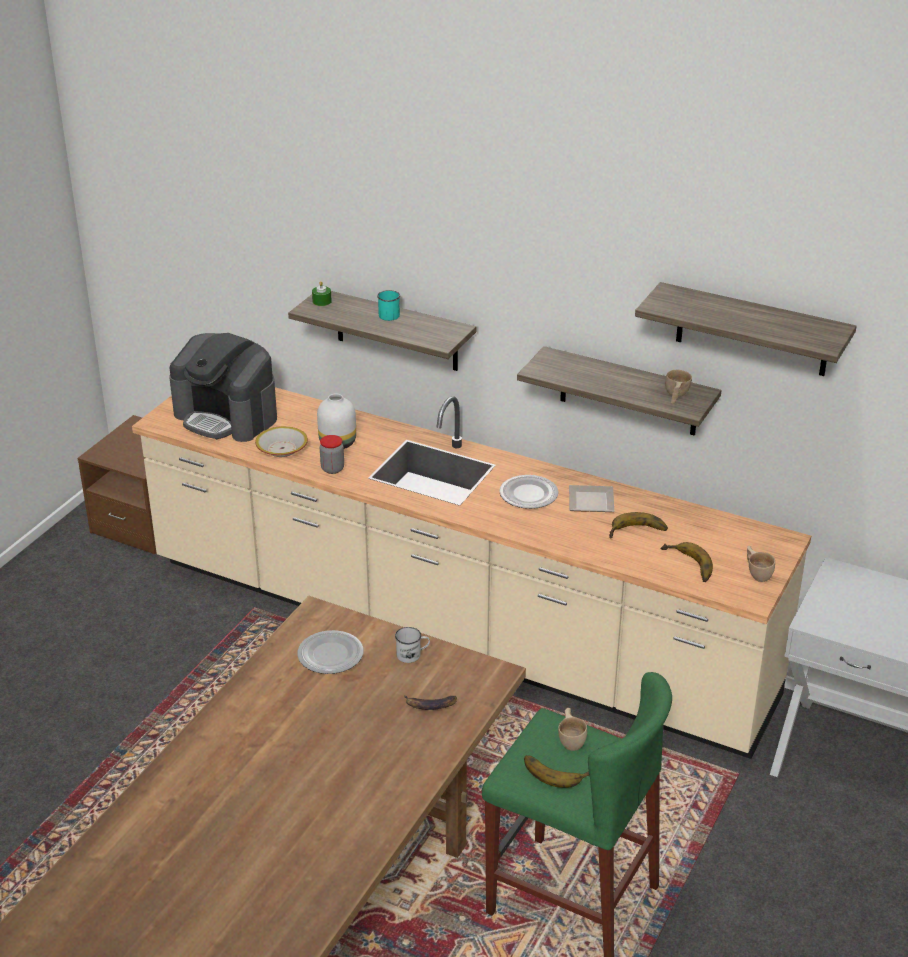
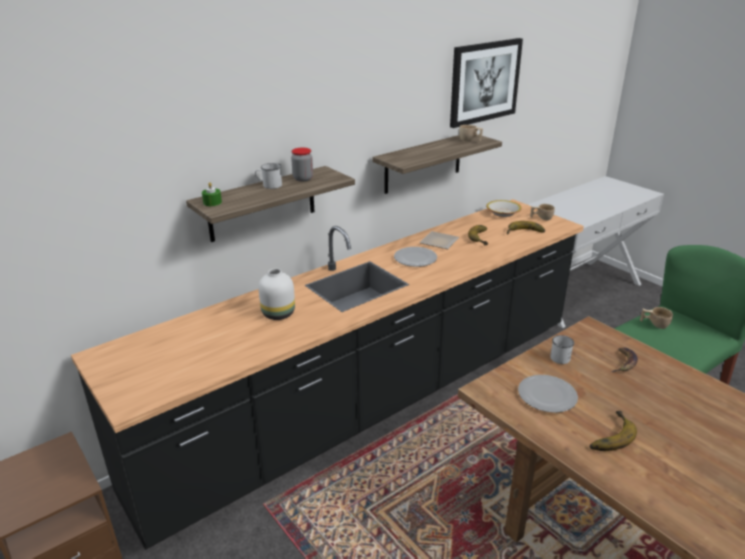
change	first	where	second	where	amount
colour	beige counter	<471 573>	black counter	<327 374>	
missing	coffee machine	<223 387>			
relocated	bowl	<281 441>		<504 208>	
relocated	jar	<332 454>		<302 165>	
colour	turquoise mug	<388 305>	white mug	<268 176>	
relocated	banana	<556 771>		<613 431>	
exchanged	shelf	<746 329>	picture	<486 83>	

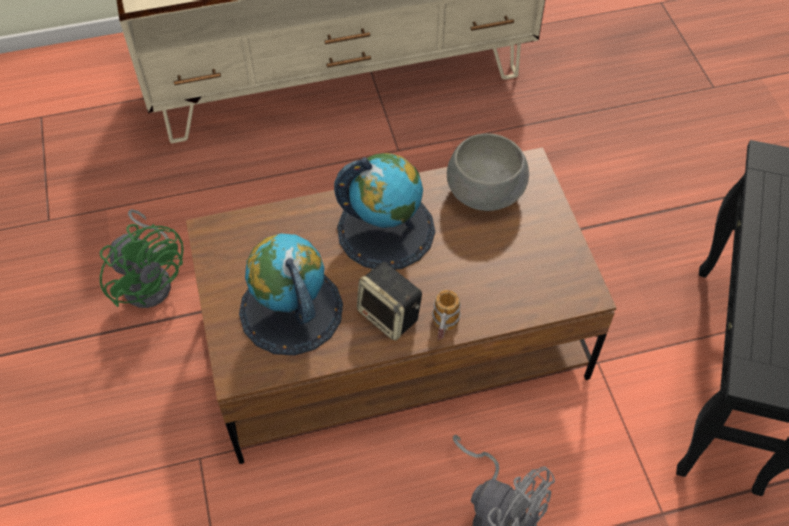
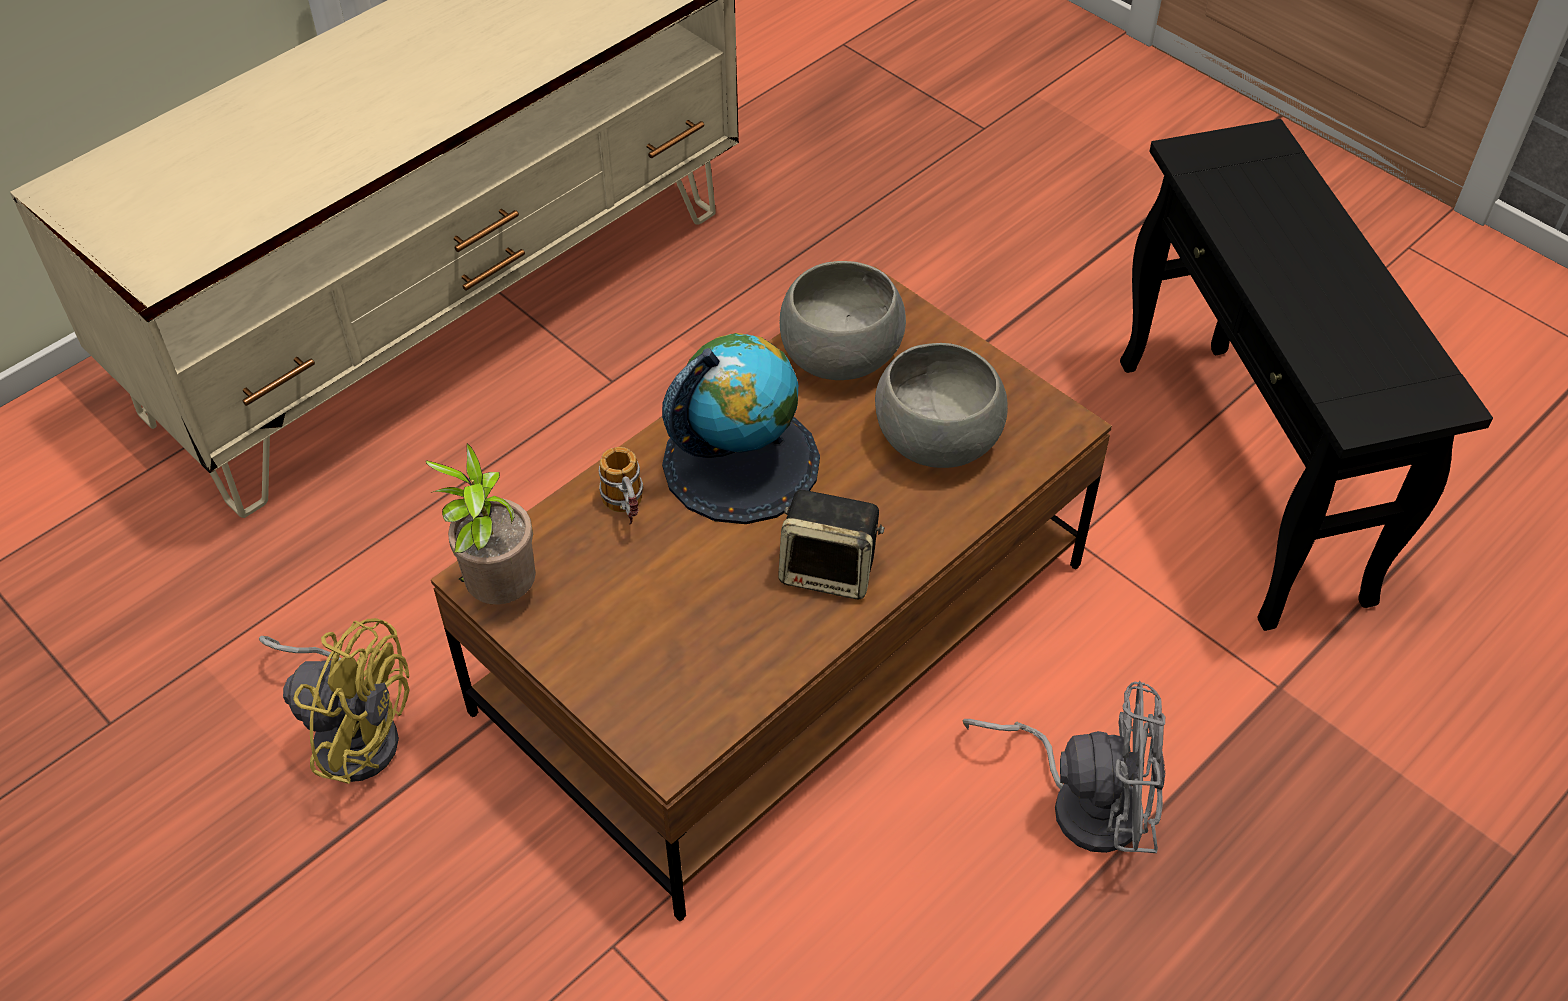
change	first	where	second	where	amount
colour	green fan	<142 258>	yellow fan	<334 701>	
missing	globe	<291 294>			
relocated	mug	<446 315>		<620 485>	
appeared			potted plant	<481 524>	
appeared			grey bowl	<941 405>	

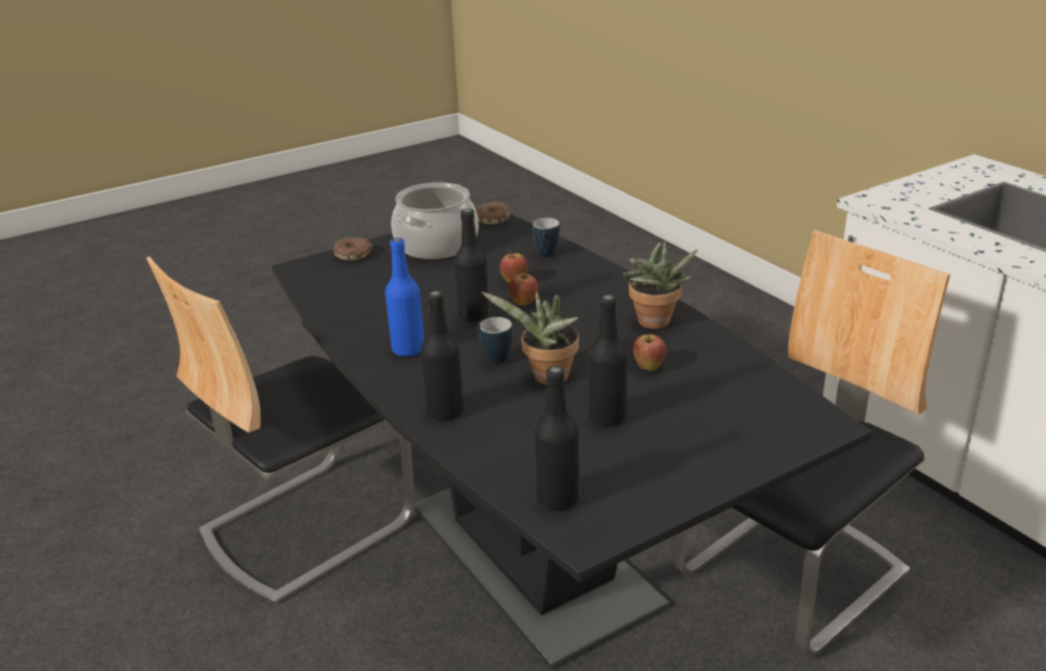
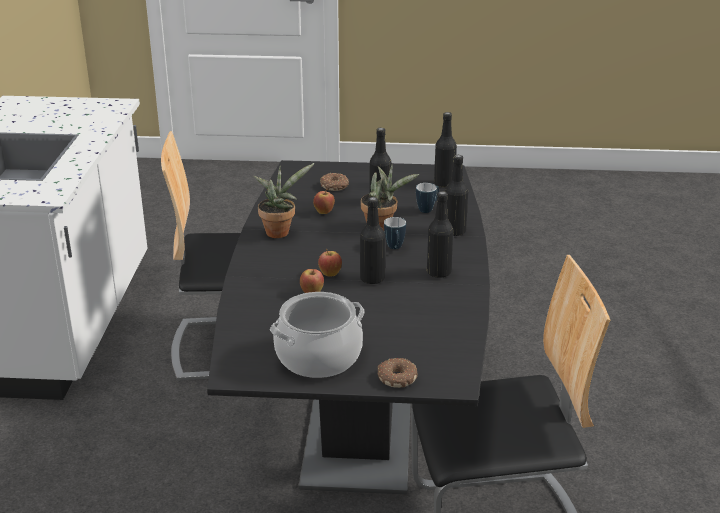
change	first	where	second	where	amount
colour	blue bottle	<404 297>	black bottle	<440 234>	
relocated	donut	<493 213>		<334 182>	
relocated	mug	<546 237>		<427 198>	

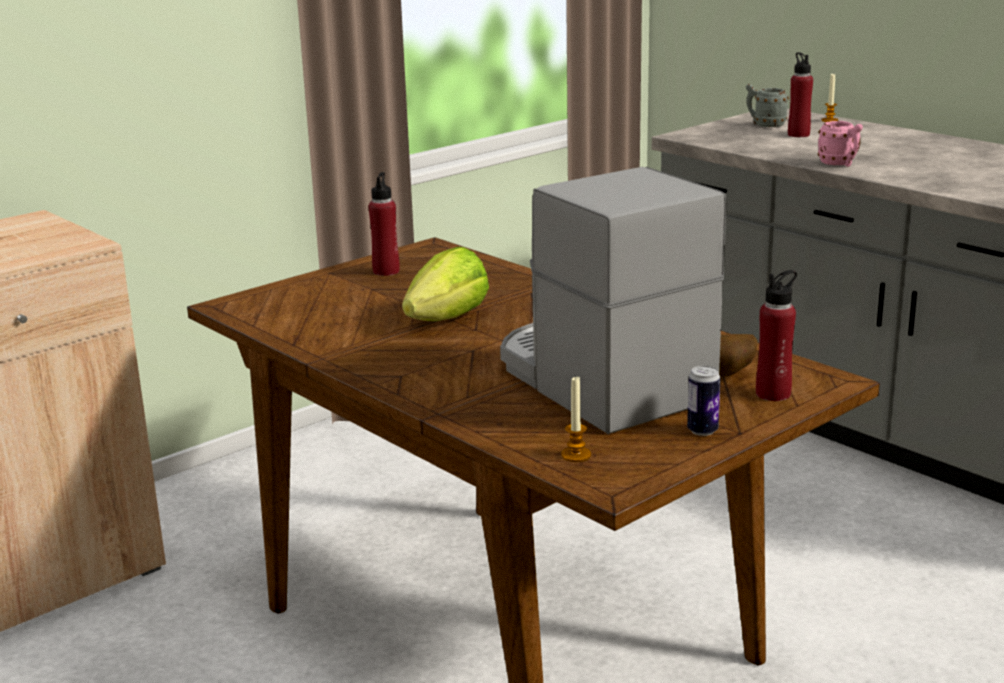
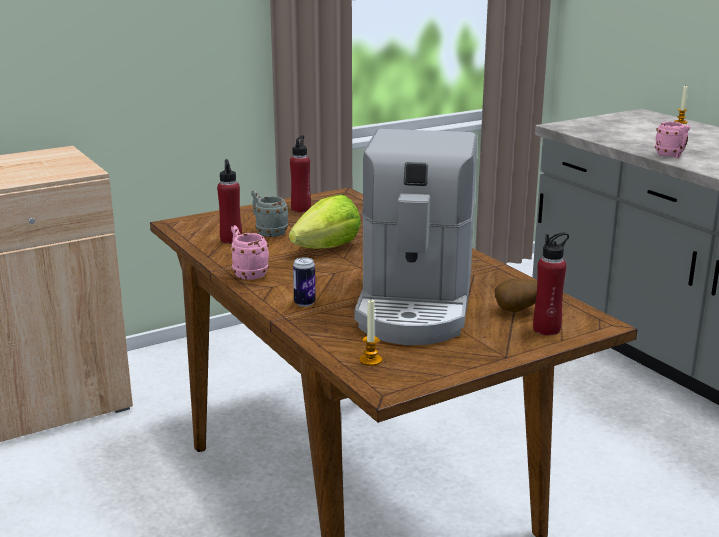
change	first	where	second	where	amount
spun	coffee machine	<613 300>		<416 237>	150 degrees counterclockwise
relocated	can	<703 401>		<304 282>	
relocated	grey mug	<767 105>		<269 213>	
relocated	red bottle	<800 94>		<229 201>	
appeared			pink mug	<249 253>	

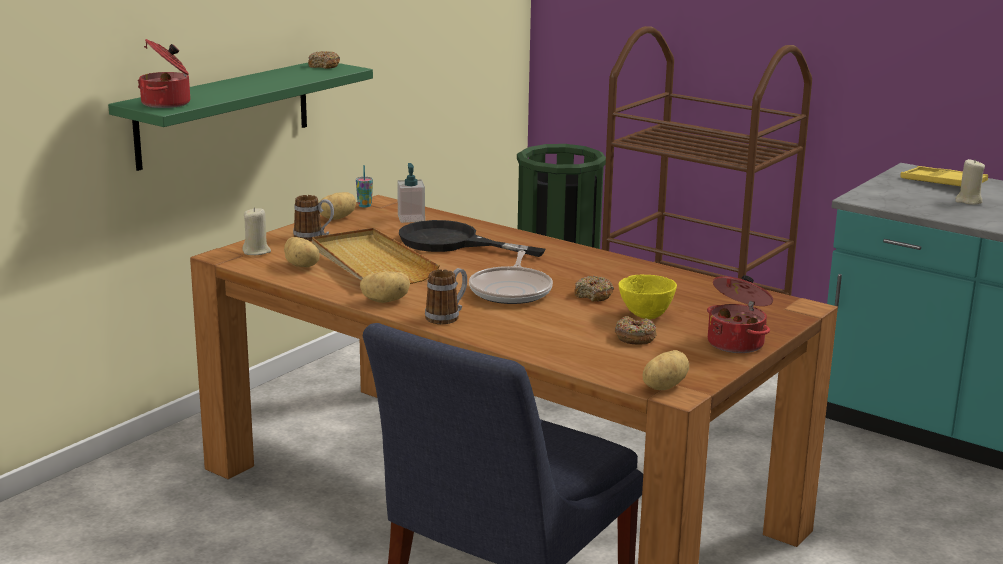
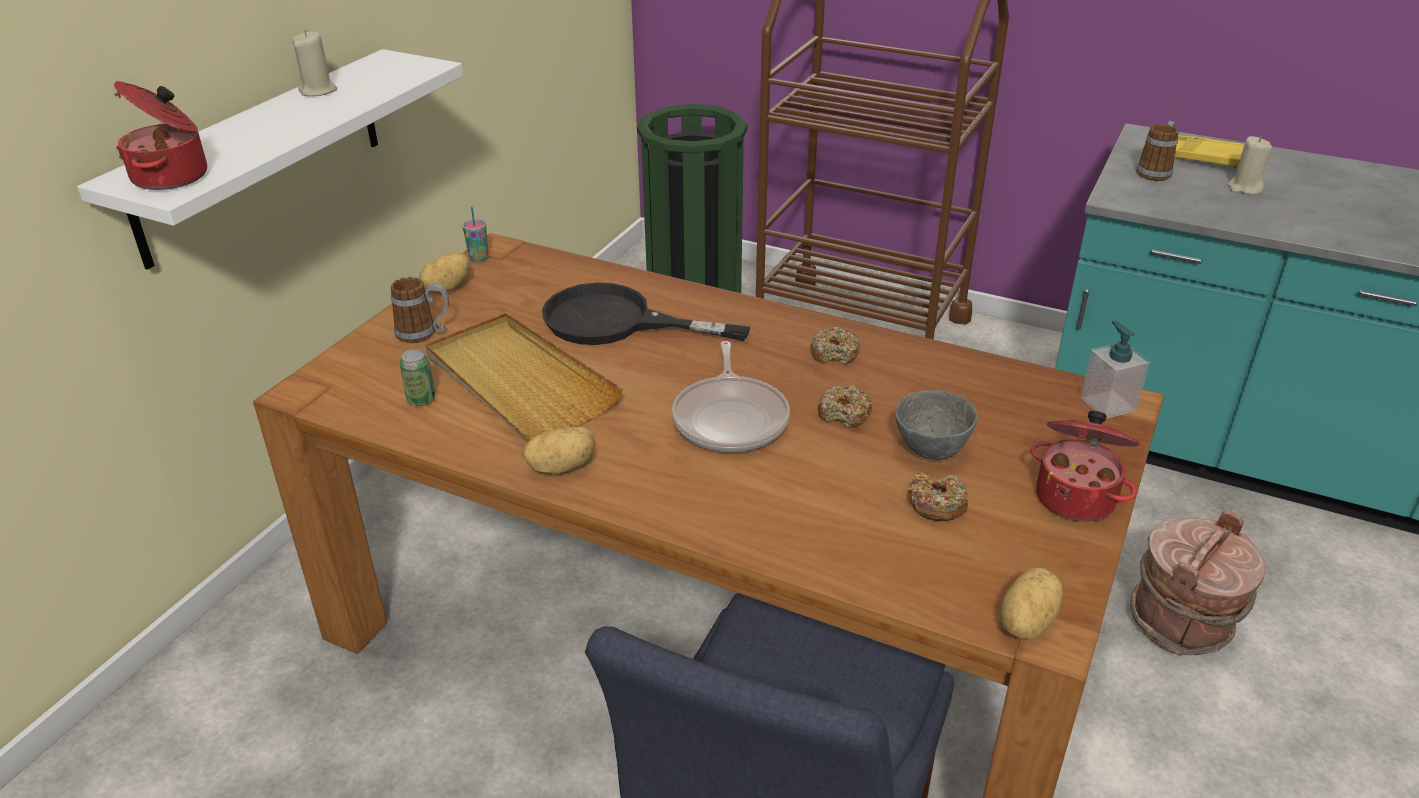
change	first	where	second	where	amount
colour	green shelf	<240 117>	white shelf	<270 159>	
relocated	beige candle	<256 231>		<314 63>	
exchanged	potato	<302 252>	can	<417 377>	
relocated	donut	<324 60>		<835 346>	
relocated	soap dispenser	<411 193>		<1115 369>	
relocated	mug	<446 296>		<1157 151>	
colour	yellow bowl	<648 297>	grey bowl	<936 425>	
appeared			brown bucket	<1198 582>	

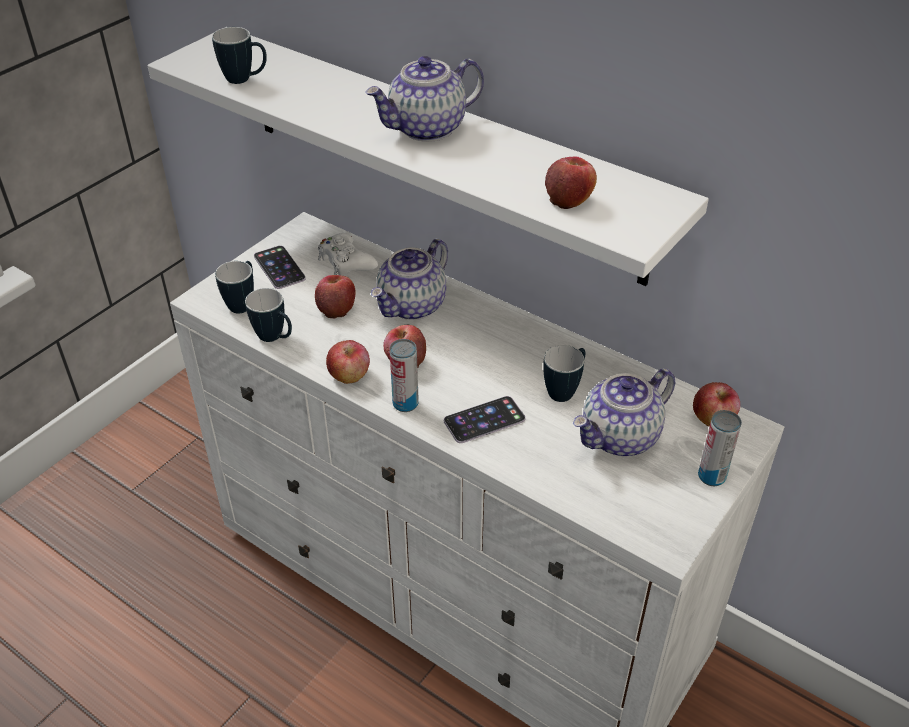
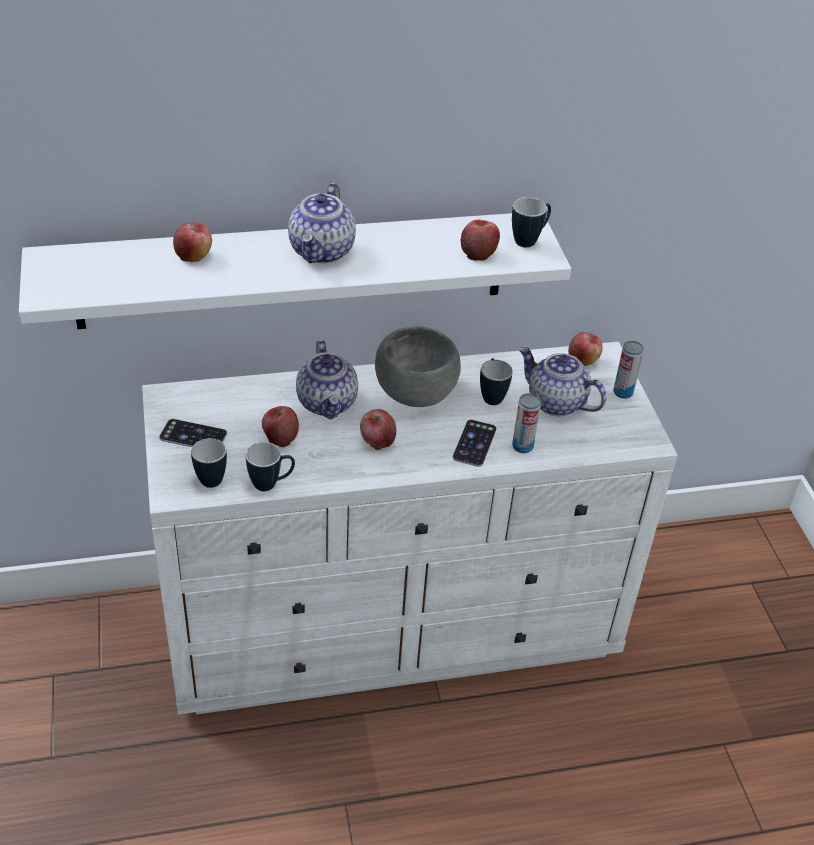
change	first	where	second	where	amount
relocated	mug	<239 55>		<531 222>	
missing	white game controller	<348 254>			
relocated	apple	<348 362>		<192 242>	
relocated	can	<404 375>		<526 423>	
spun	teapot	<624 412>		<562 381>	120 degrees clockwise
appeared			grey bowl	<418 366>	

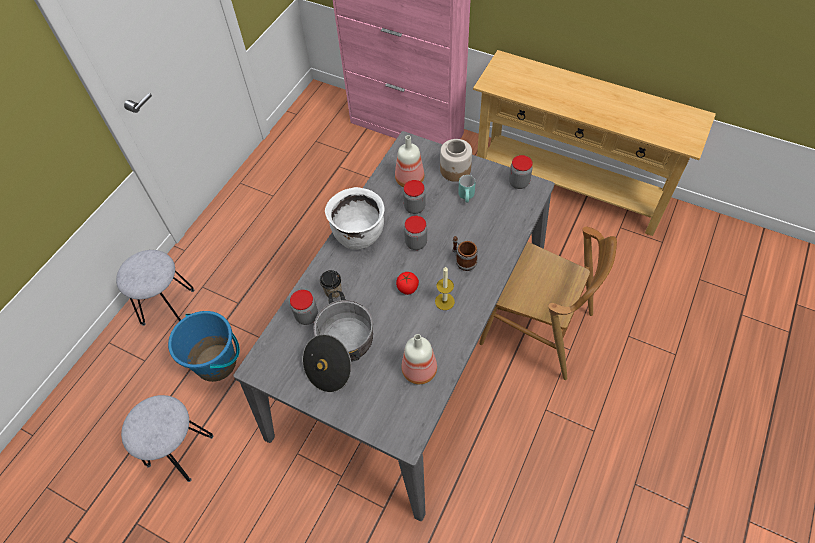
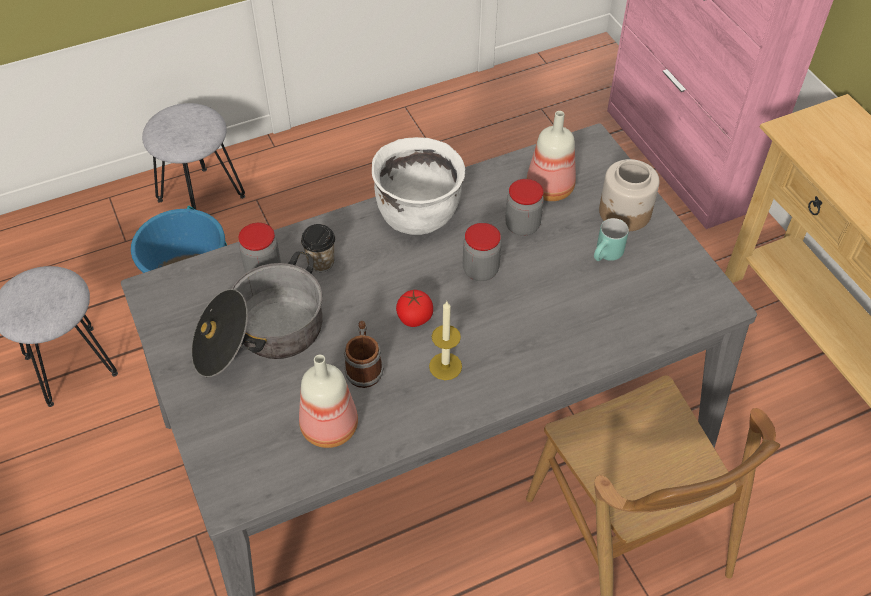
change	first	where	second	where	amount
relocated	mug	<465 253>		<363 354>	
missing	jar	<521 172>			

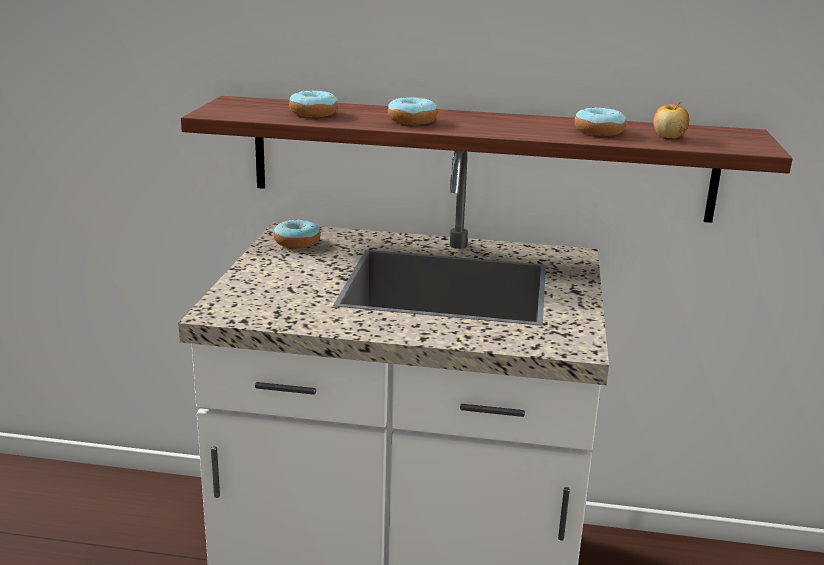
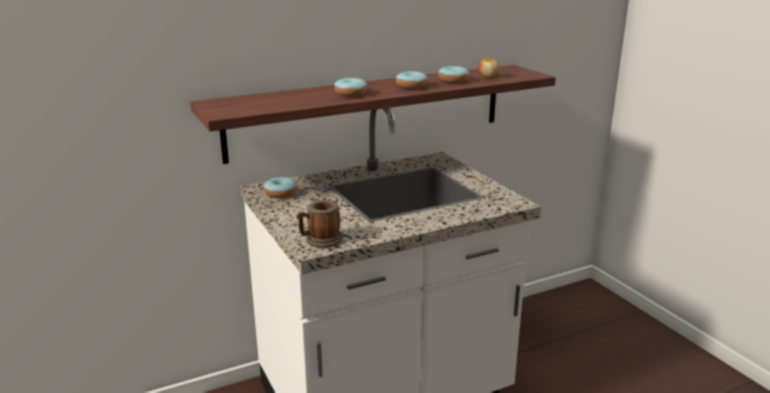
change	first	where	second	where	amount
relocated	donut	<313 103>		<412 80>	
appeared			mug	<319 224>	

